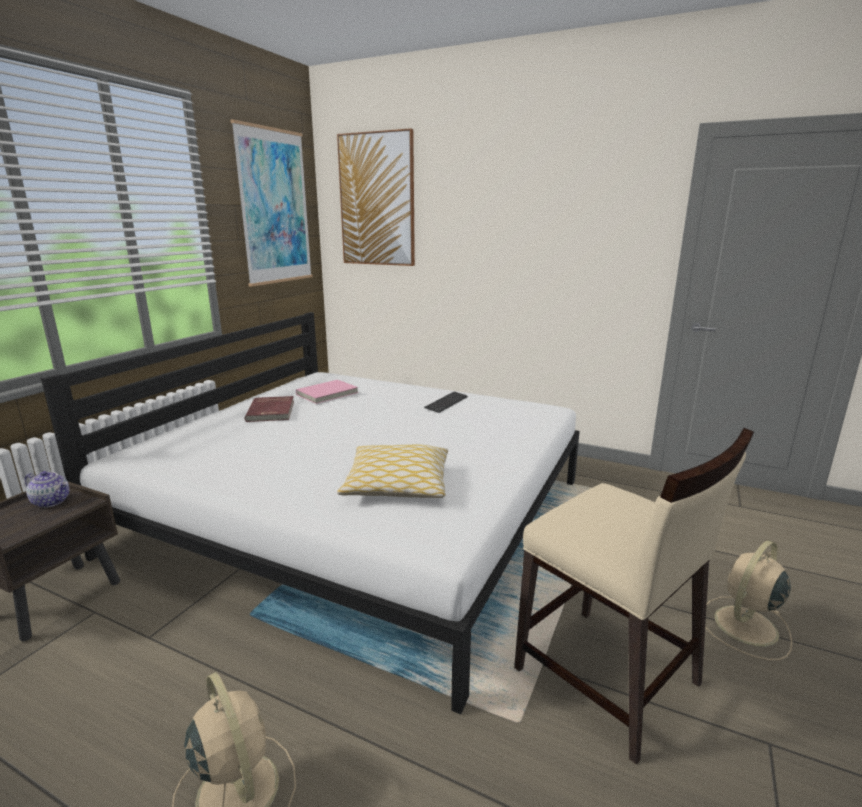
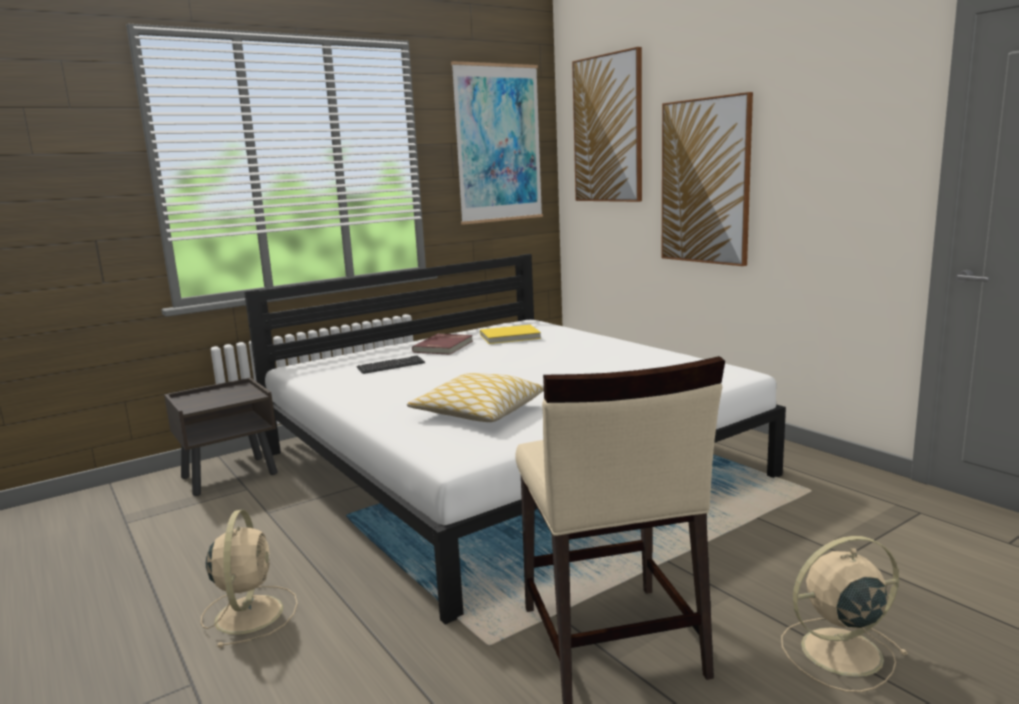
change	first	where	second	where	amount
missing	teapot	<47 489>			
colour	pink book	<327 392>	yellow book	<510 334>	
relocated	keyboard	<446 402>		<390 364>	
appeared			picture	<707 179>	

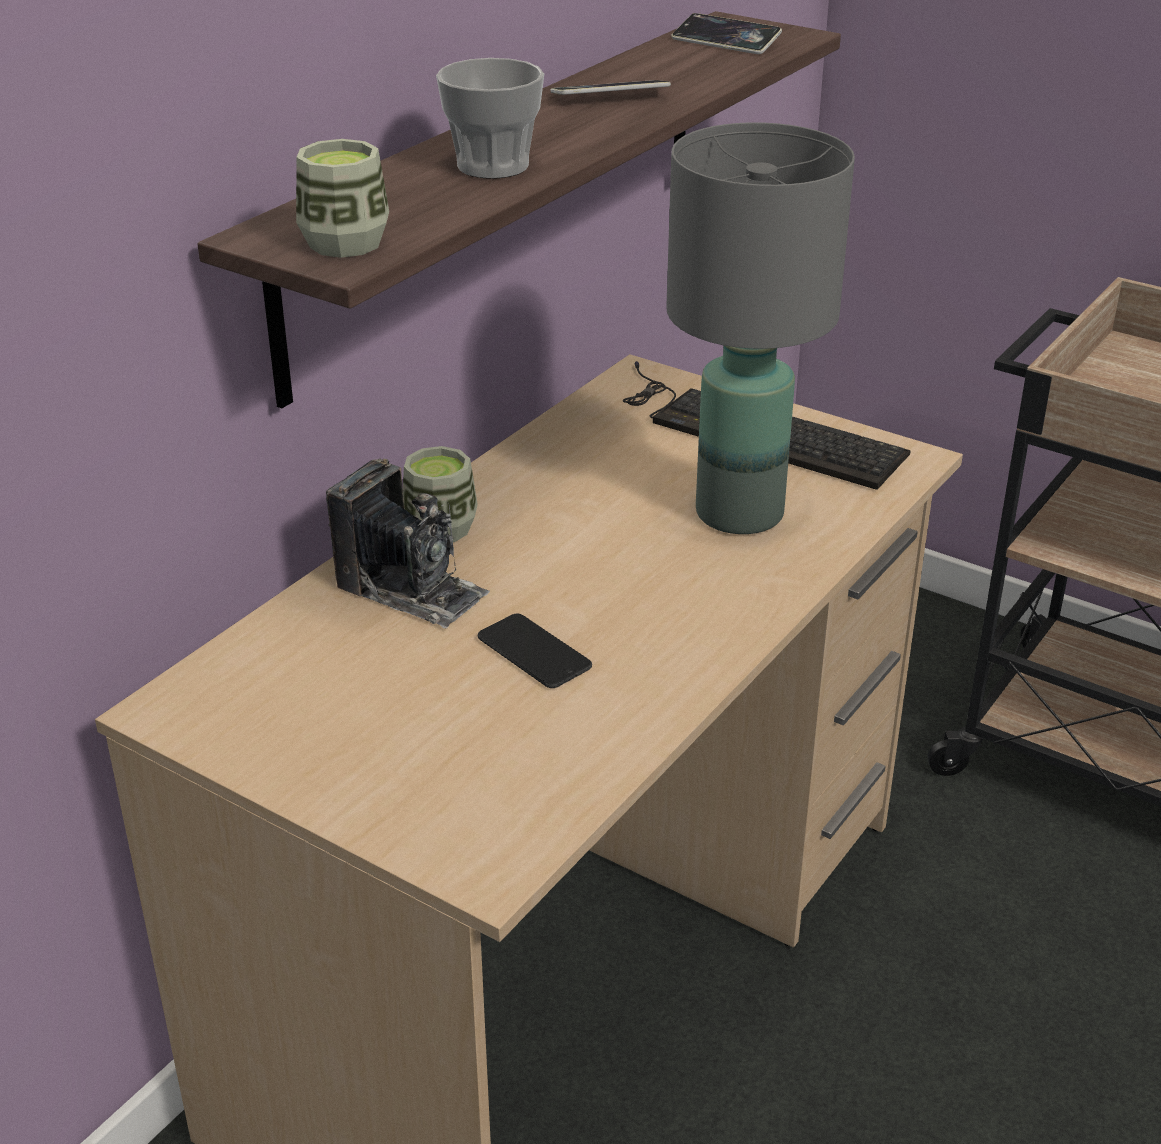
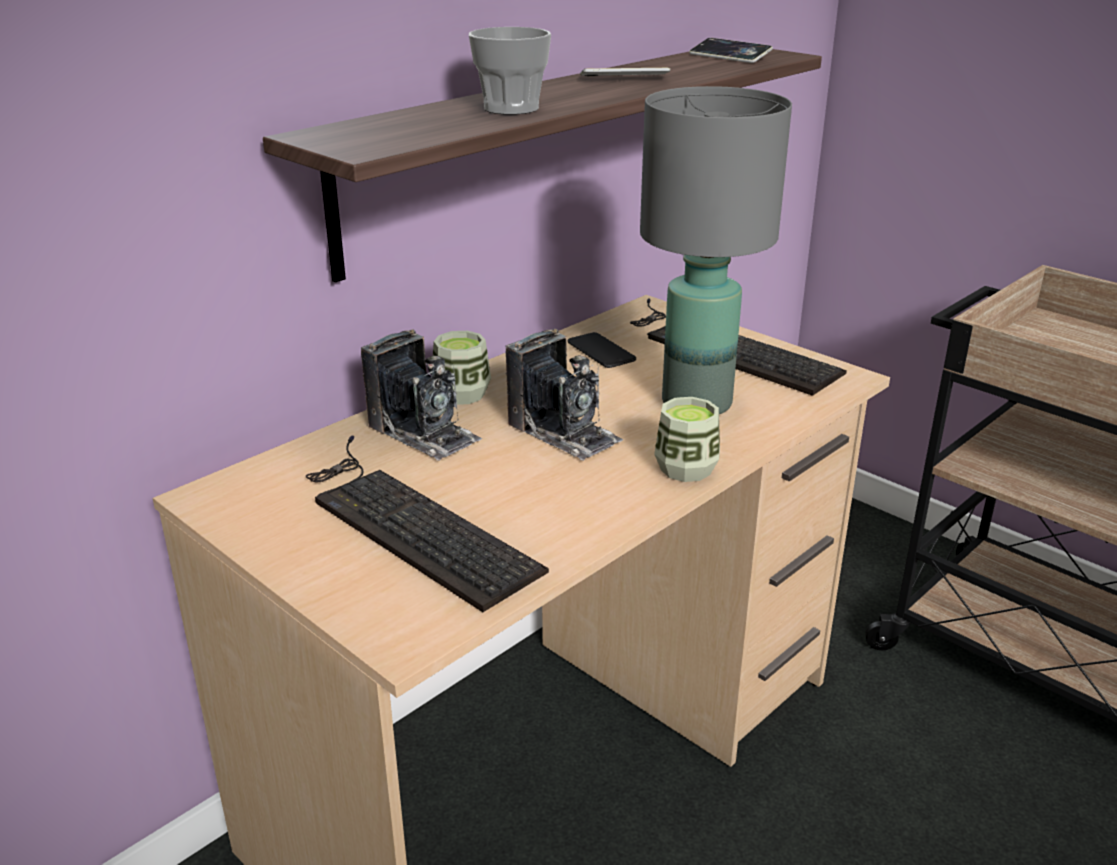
change	first	where	second	where	amount
relocated	cup	<342 198>		<687 439>	
relocated	phone	<535 651>		<602 350>	
appeared			keyboard	<427 523>	
appeared			photo camera	<564 395>	

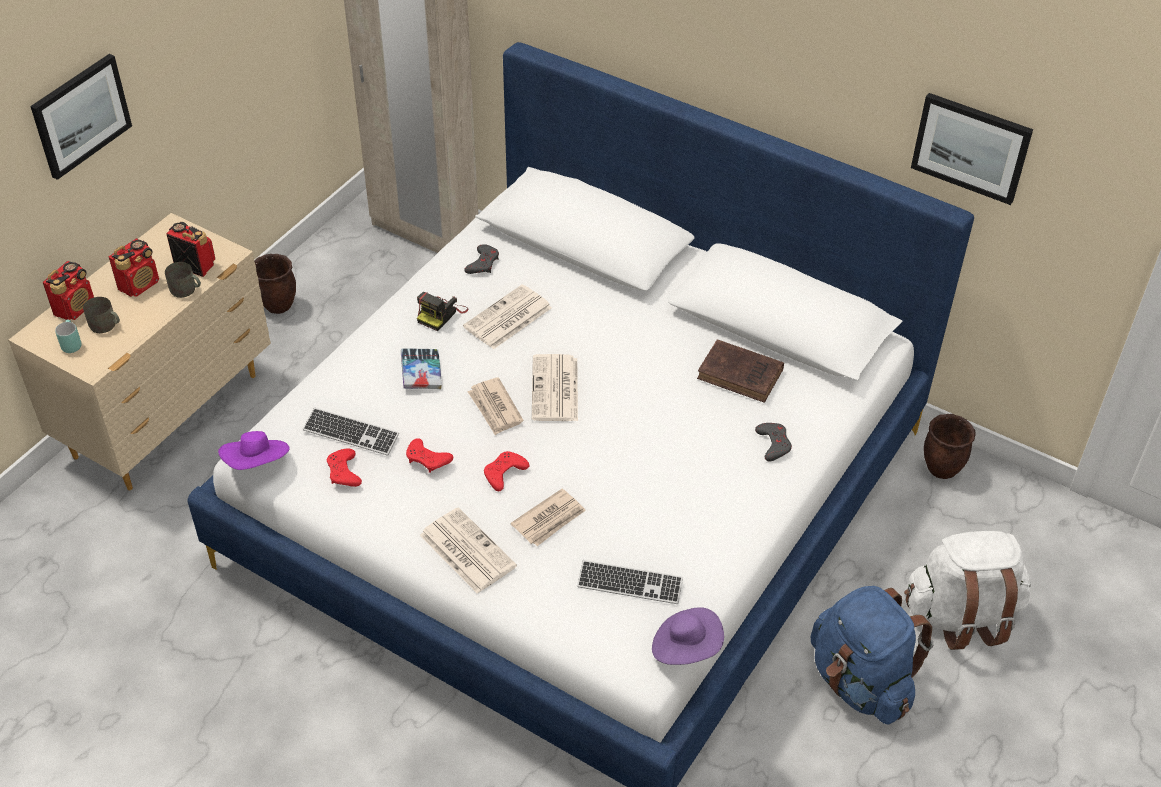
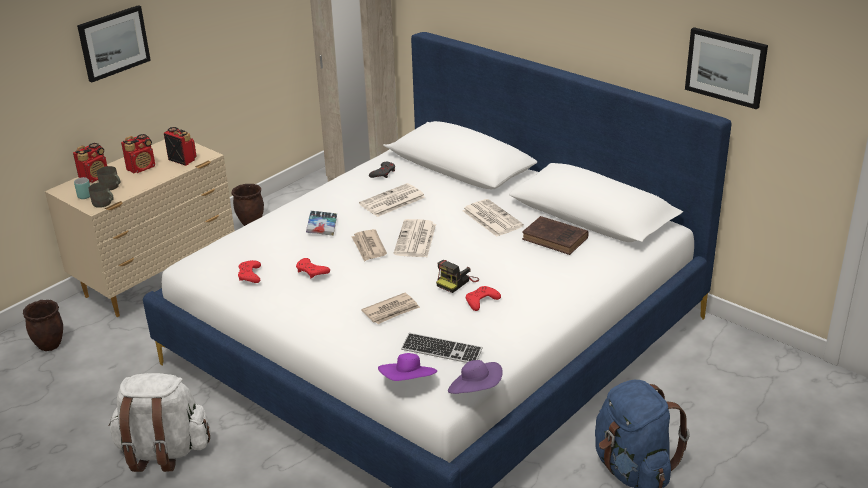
change	first	where	second	where	amount
relocated	grey mug	<183 280>		<101 195>	
relocated	purple hat	<254 450>		<407 367>	
missing	keyboard	<351 432>			
relocated	photo camera	<442 311>		<457 276>	
relocated	newspaper	<468 550>		<493 218>	
relocated	red game controller	<506 471>		<483 298>	
missing	grey game controller	<773 442>			
relocated	white backpack	<967 590>		<159 422>	
relocated	brown planter	<950 446>		<43 325>	

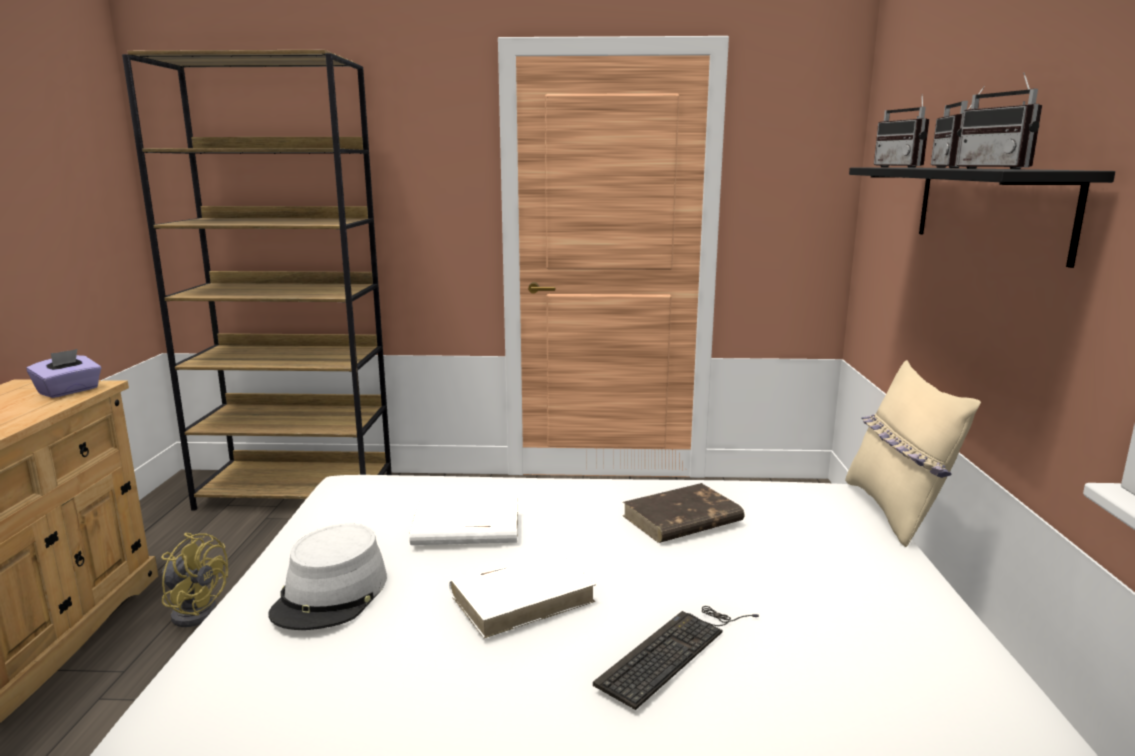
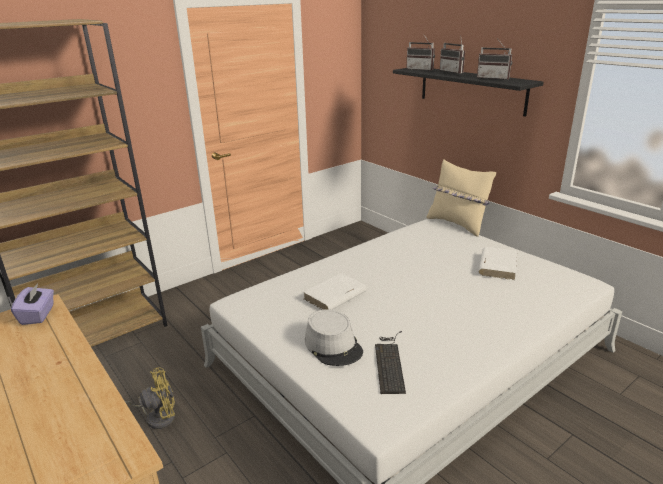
change	first	where	second	where	amount
relocated	white book	<522 594>		<497 263>	
relocated	keyboard	<676 658>		<390 362>	
missing	brown book	<683 513>			

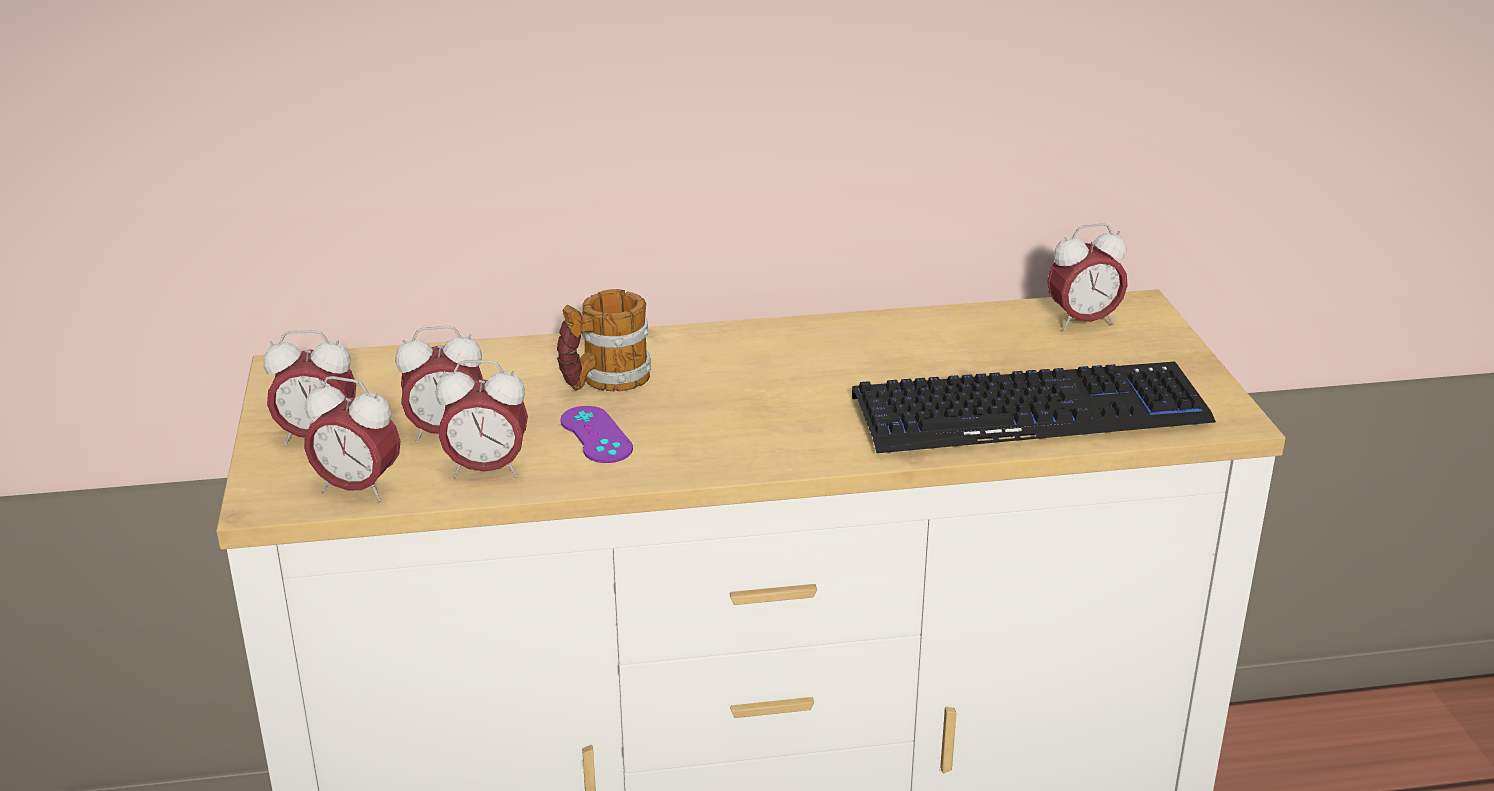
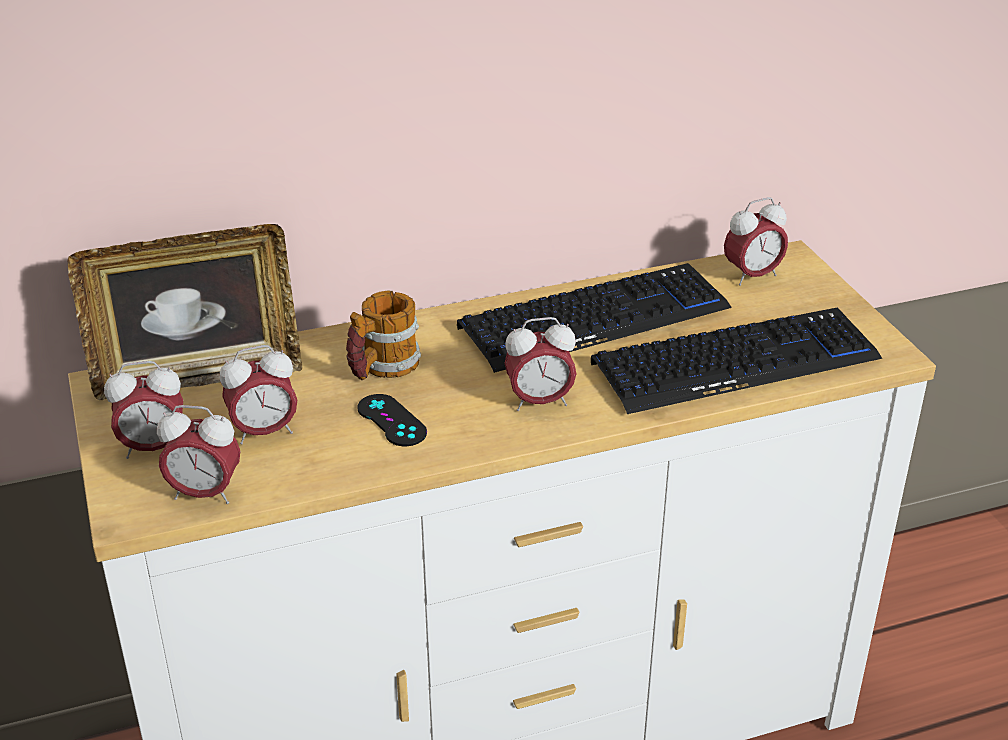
change	first	where	second	where	amount
relocated	alarm clock	<482 419>		<540 364>	
colour	purple game controller	<597 434>	black game controller	<392 420>	
appeared			picture frame	<184 312>	
appeared			keyboard	<594 318>	

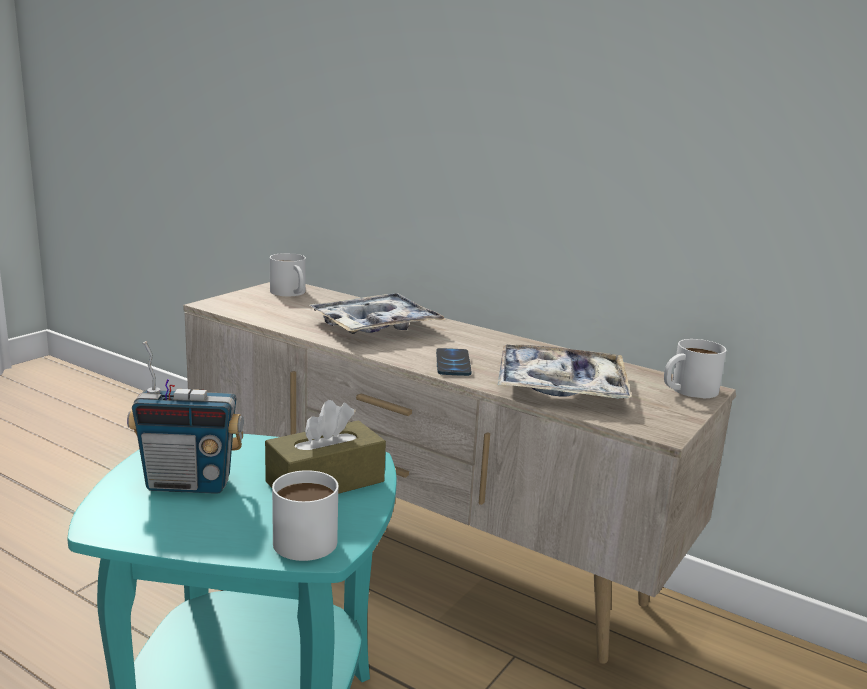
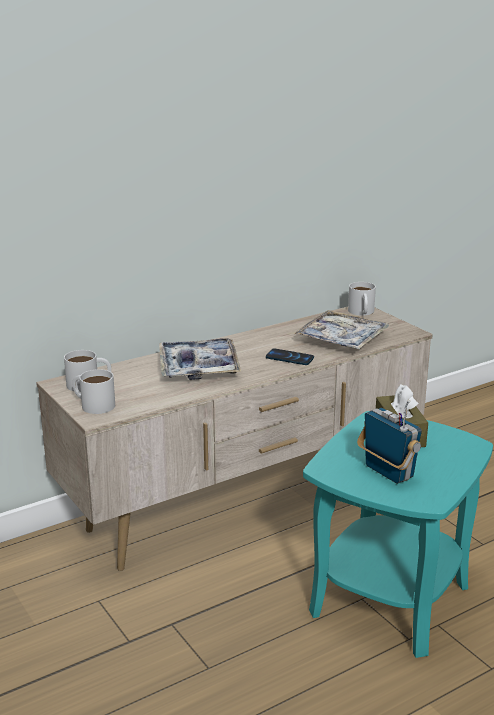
change	first	where	second	where	amount
spun	radio	<185 417>		<389 442>	60 degrees counterclockwise
relocated	white mug	<305 515>		<93 391>	

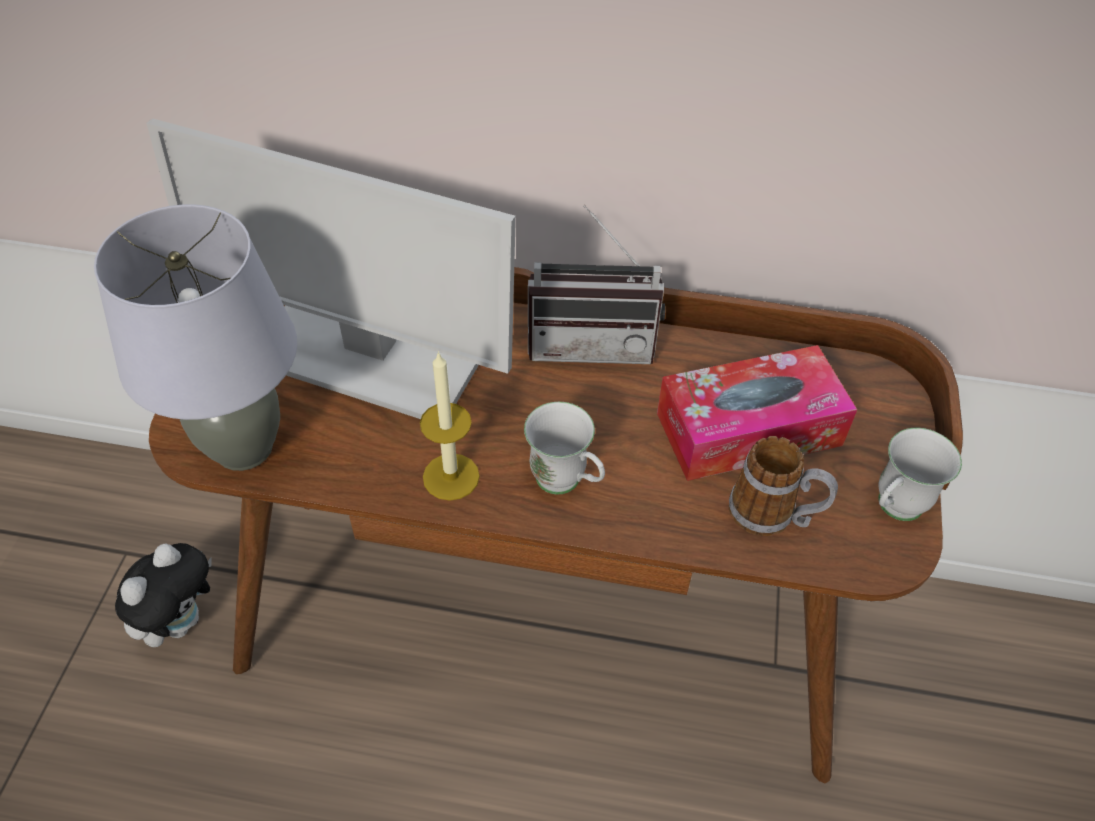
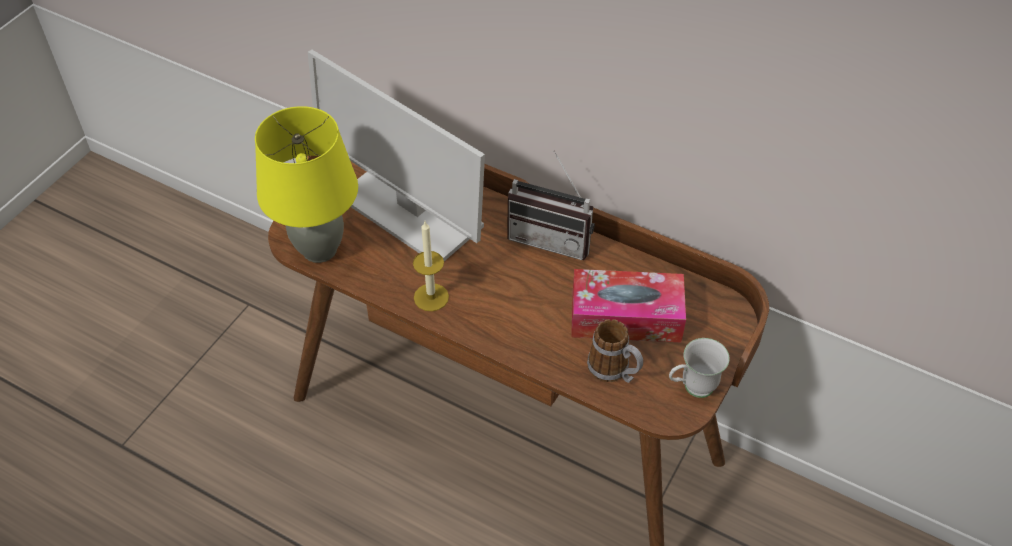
change	first	where	second	where	amount
colour	grey table lamp	<195 337>	yellow table lamp	<306 184>	
missing	plush toy	<163 595>			
missing	white mug	<564 448>			

